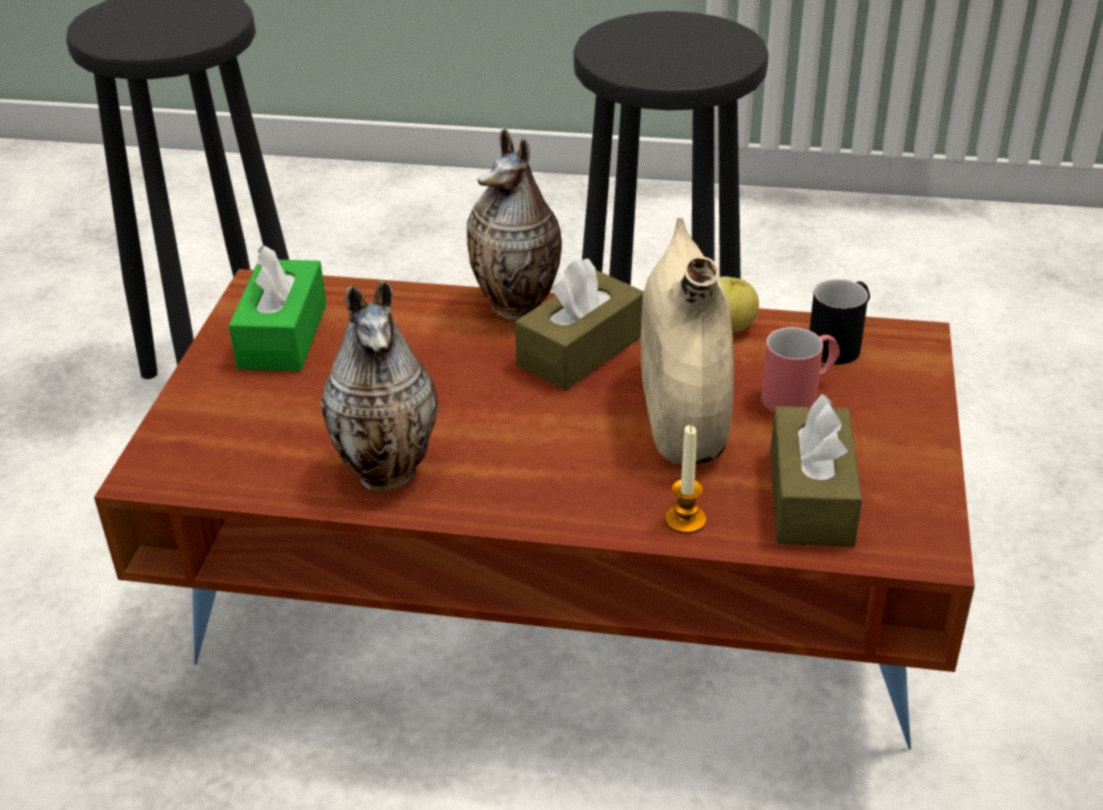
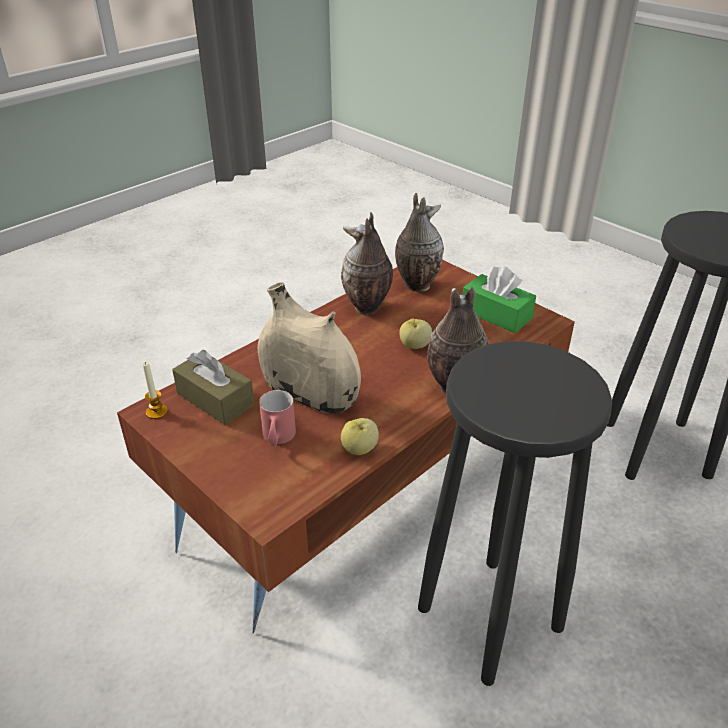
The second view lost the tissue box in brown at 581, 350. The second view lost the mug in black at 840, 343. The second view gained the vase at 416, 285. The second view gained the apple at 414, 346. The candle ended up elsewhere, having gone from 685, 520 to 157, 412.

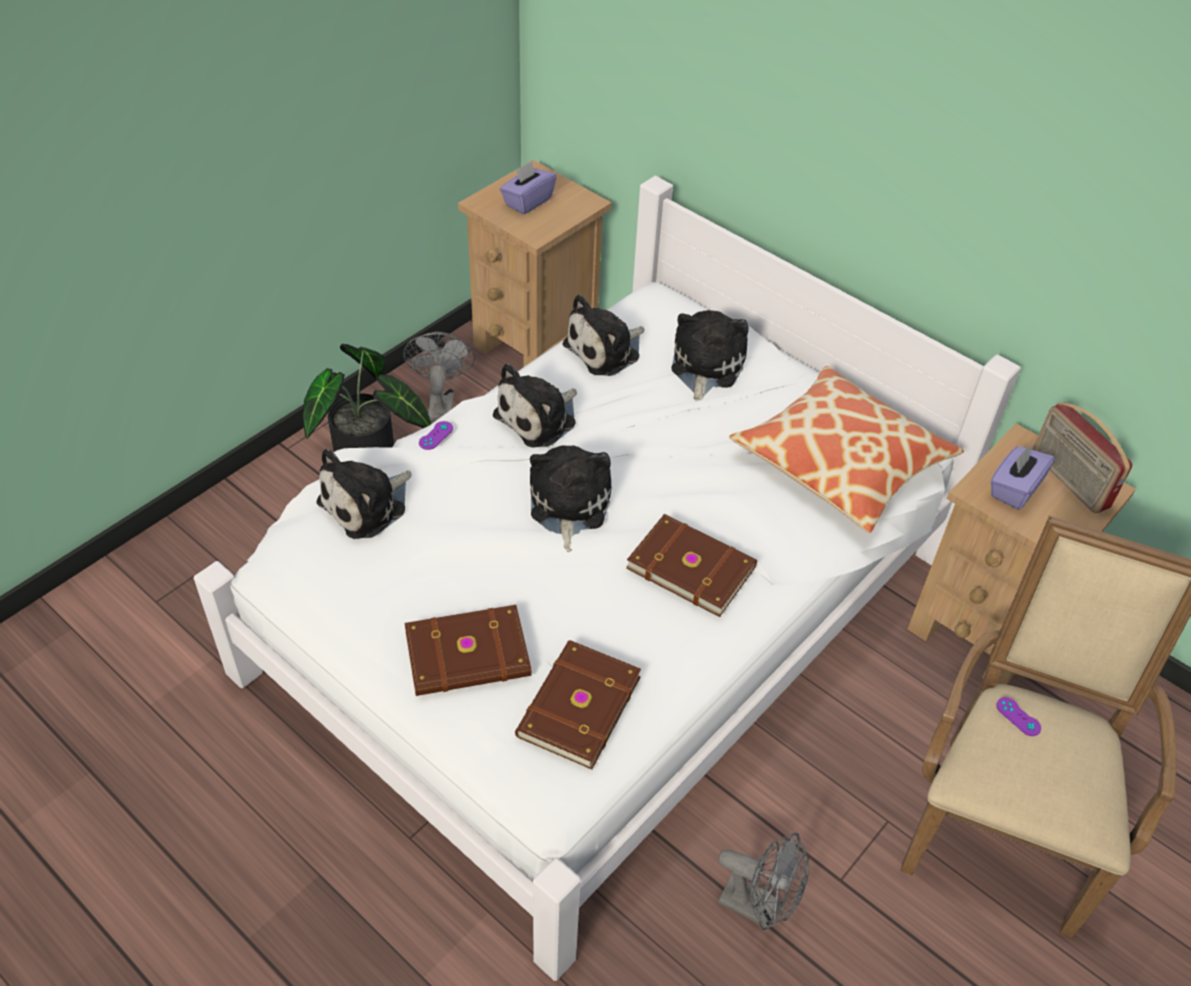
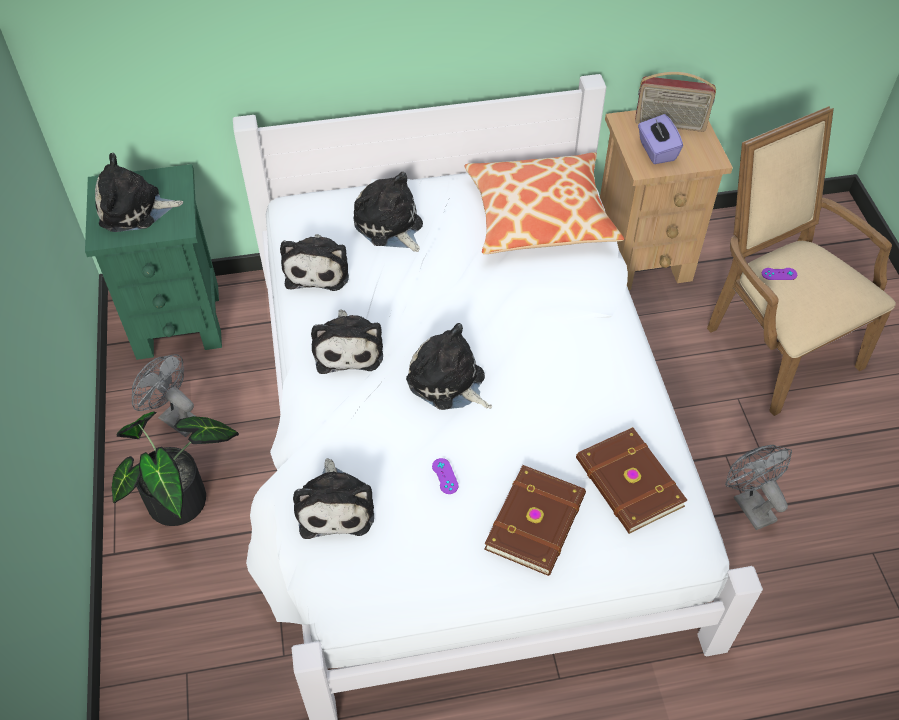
The second view lost the book in brown at 691, 566. The game controller in purple ended up elsewhere, having gone from 436, 435 to 445, 476. Where the tissue box in purple stood at 527, 201, the plush toy came to stand at 135, 209. What was the nightstand in beige at 534, 346 turned into the nightstand in green at 179, 322. The fan in grey at 758, 907 ended up facing another way, 90 degrees counterclockwise from before.

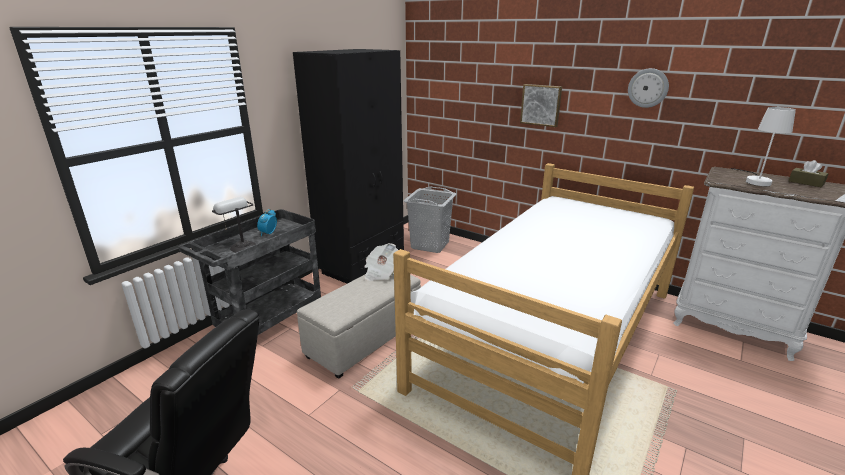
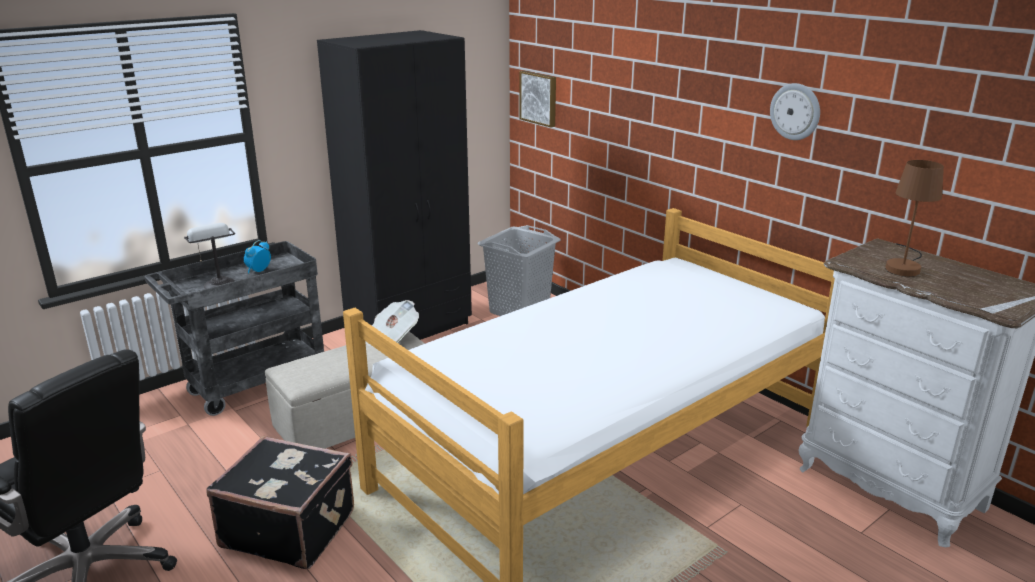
The second view lost the tissue box in brown at 806, 182. The second view gained the suitcase in black at 289, 528. The picture ended up elsewhere, having gone from 541, 105 to 539, 98. What was the table lamp in white at 756, 181 turned into the table lamp in brown at 904, 267.

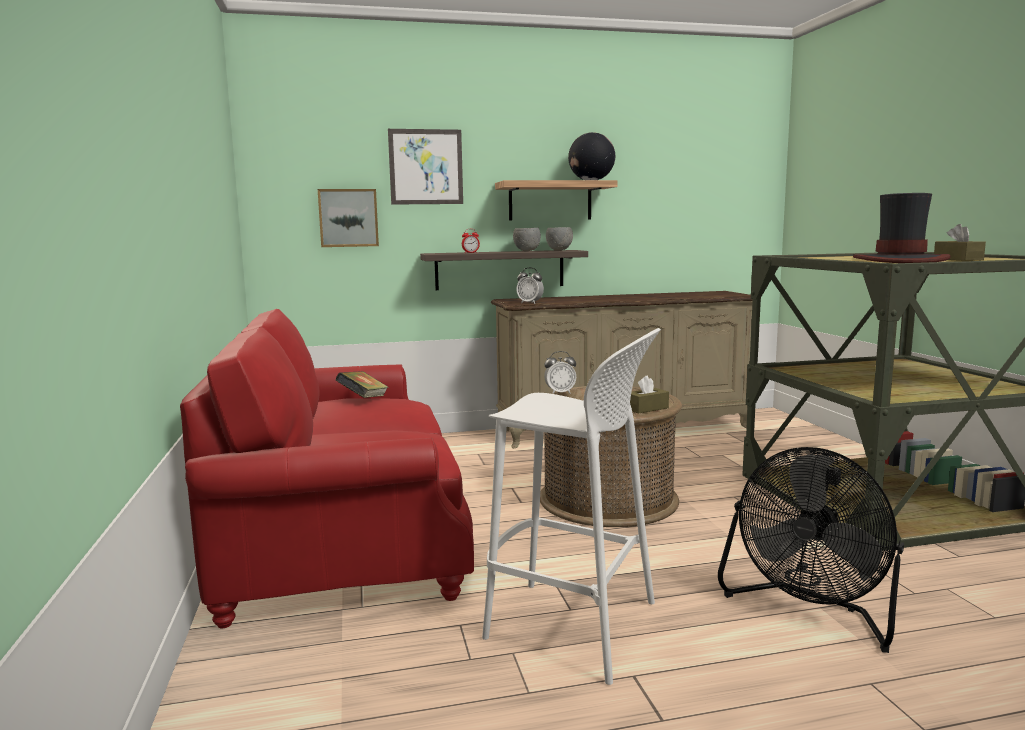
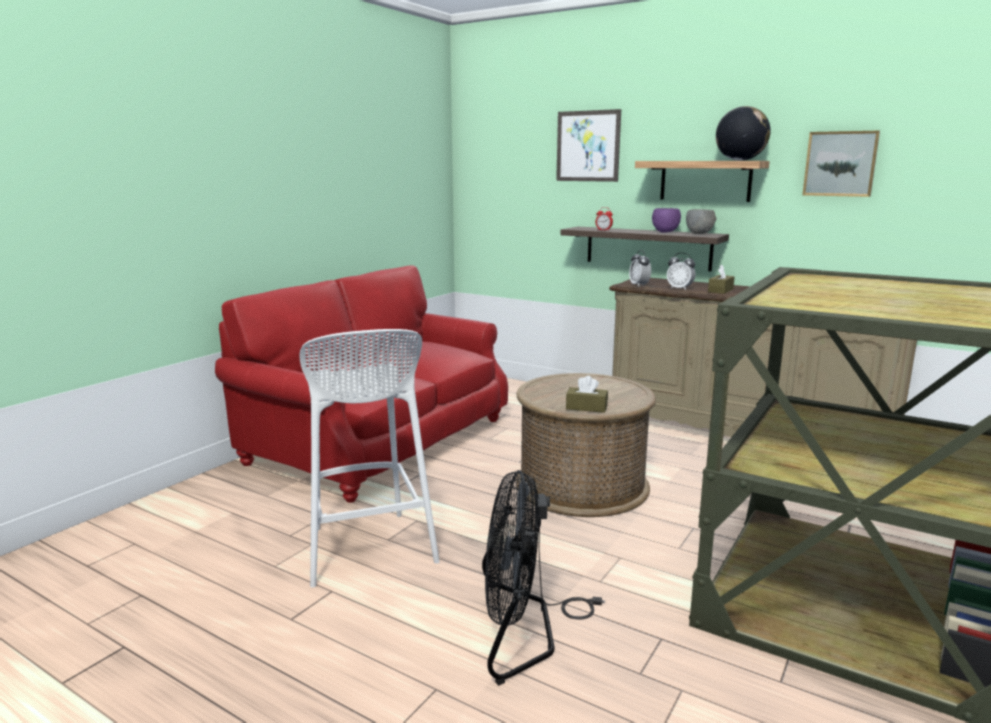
The second view lost the book at 363, 400. The second view lost the hat at 900, 261. The picture ended up elsewhere, having gone from 348, 218 to 840, 164. The alarm clock ended up elsewhere, having gone from 560, 393 to 680, 289. The tissue box in brown ended up elsewhere, having gone from 958, 259 to 720, 290. What was the bowl in grey at 526, 251 turned into the bowl in purple at 665, 232.

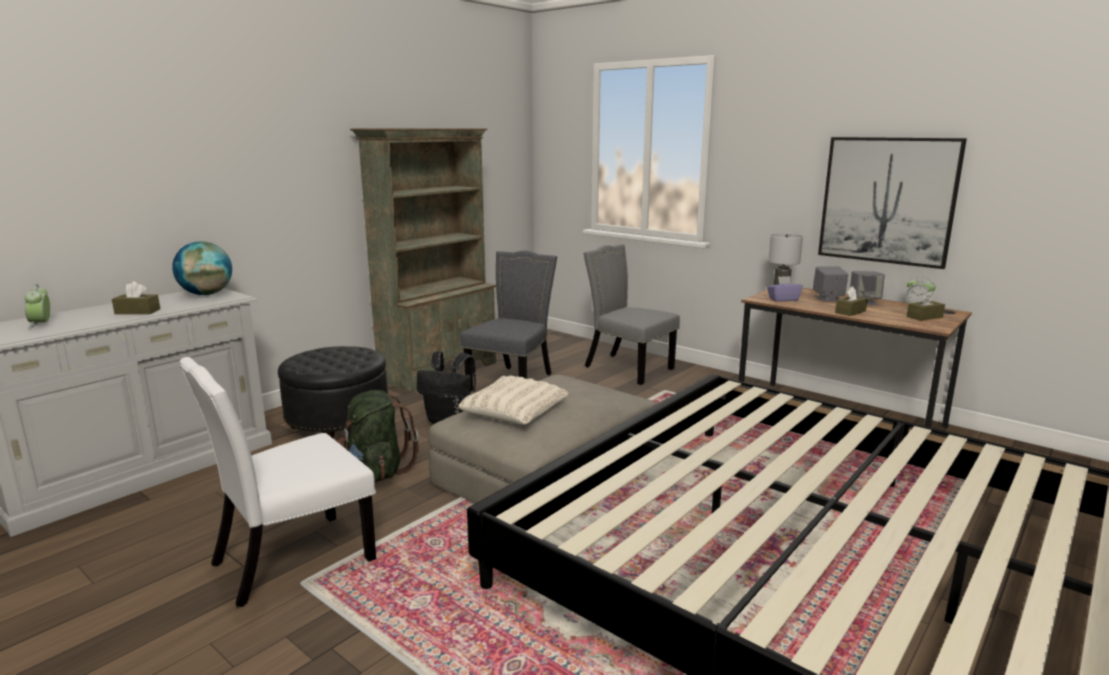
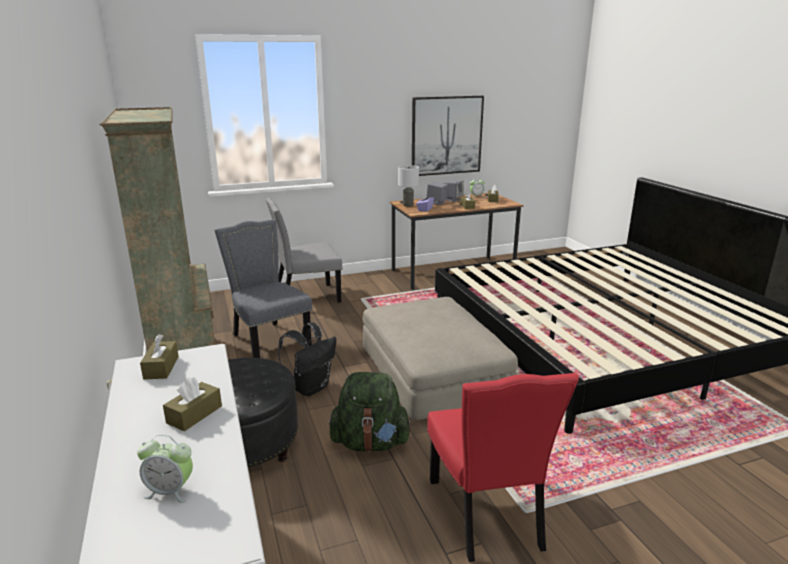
The second view lost the pillow in beige at 513, 411. Where the globe stood at 206, 294, the tissue box in brown came to stand at 161, 367. What was the chair in white at 296, 558 turned into the chair in red at 486, 510.

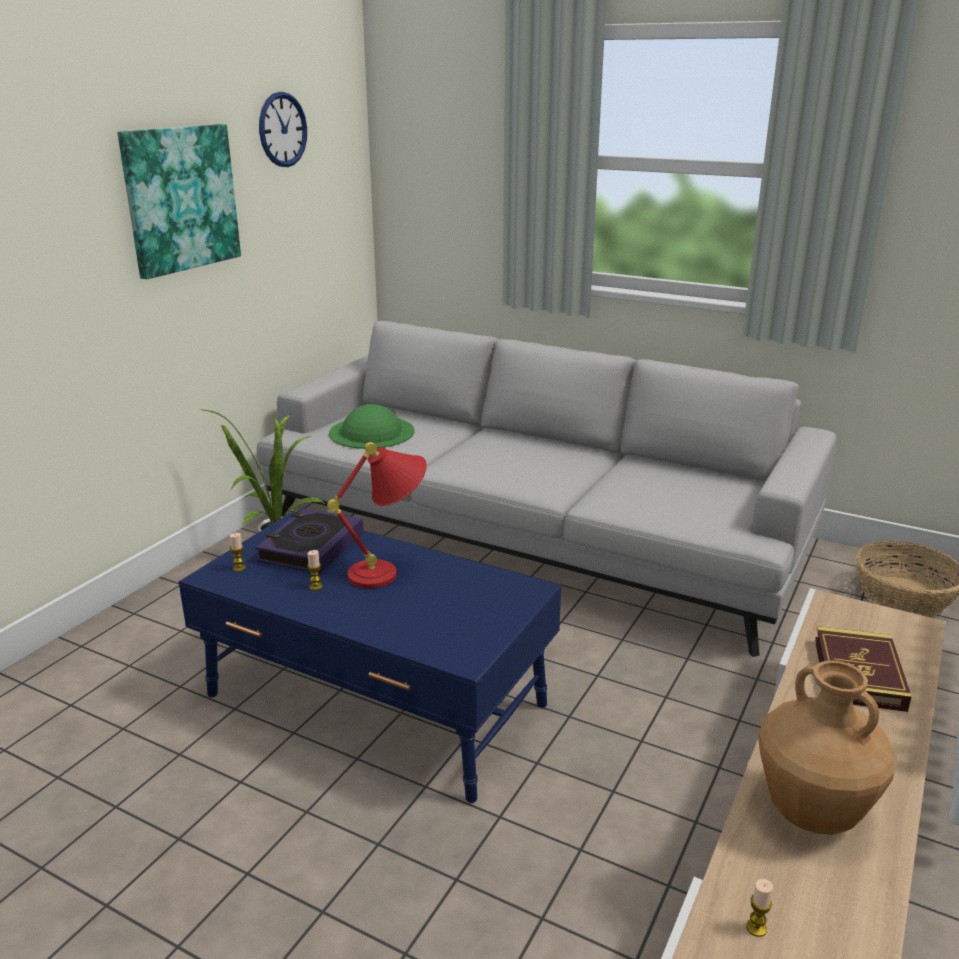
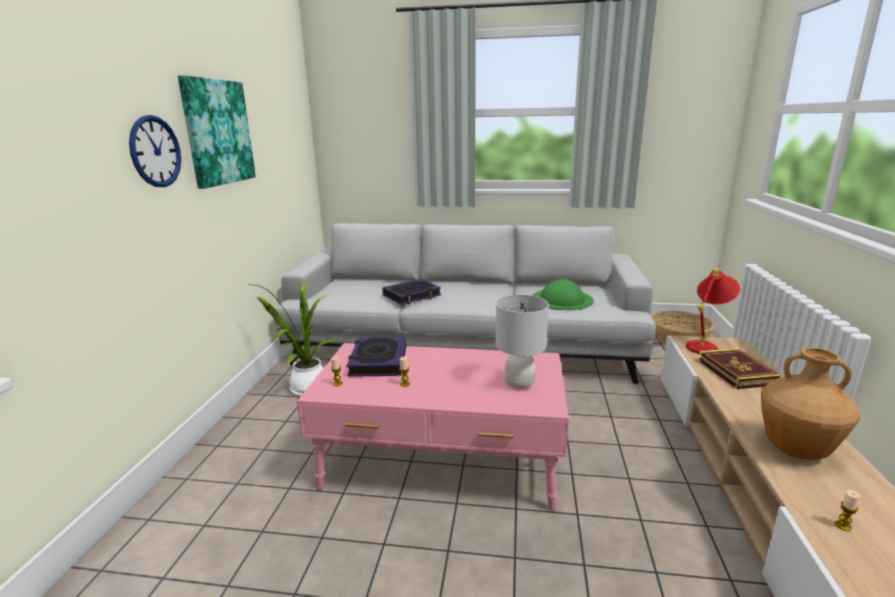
The second view gained the book at 412, 295. The second view gained the table lamp in grey at 520, 385. The wall clock ended up elsewhere, having gone from 282, 130 to 155, 151. The table lamp in red ended up elsewhere, having gone from 390, 572 to 706, 345. The hat in green ended up elsewhere, having gone from 372, 432 to 562, 299. What was the coffee table in blue at 377, 701 turned into the coffee table in pink at 442, 461.

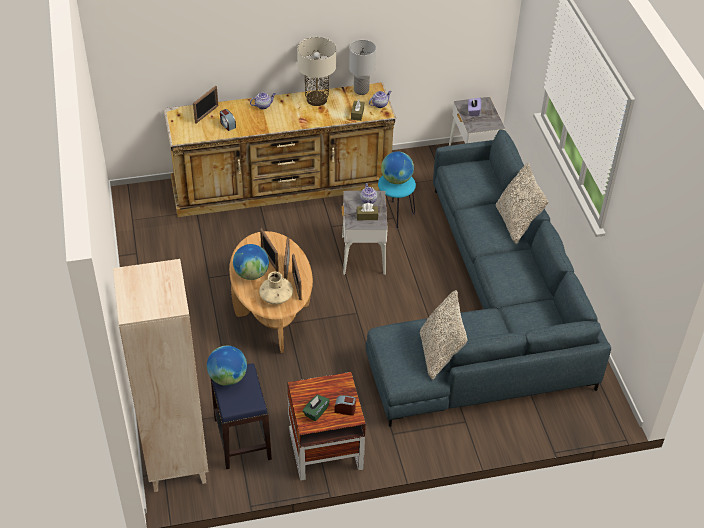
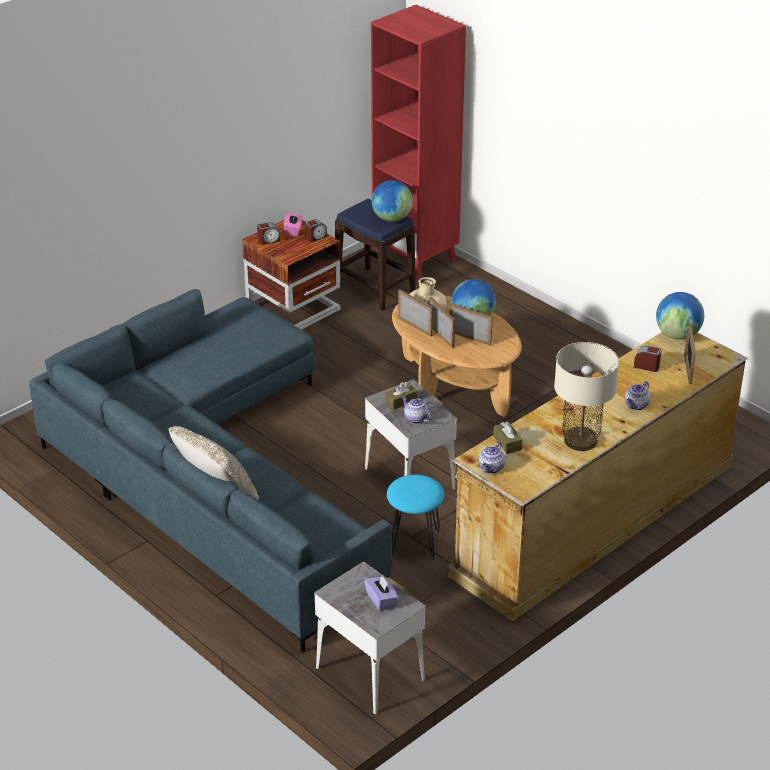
The second view lost the table lamp in grey at 361, 91. The second view lost the pillow in beige at 440, 353. The second view gained the alarm clock at 315, 237. The globe ended up elsewhere, having gone from 396, 180 to 677, 335. What was the bookcase in beige at 176, 461 turned into the bookcase in red at 416, 258. What was the tissue box in green at 316, 412 turned into the tissue box in pink at 293, 231.

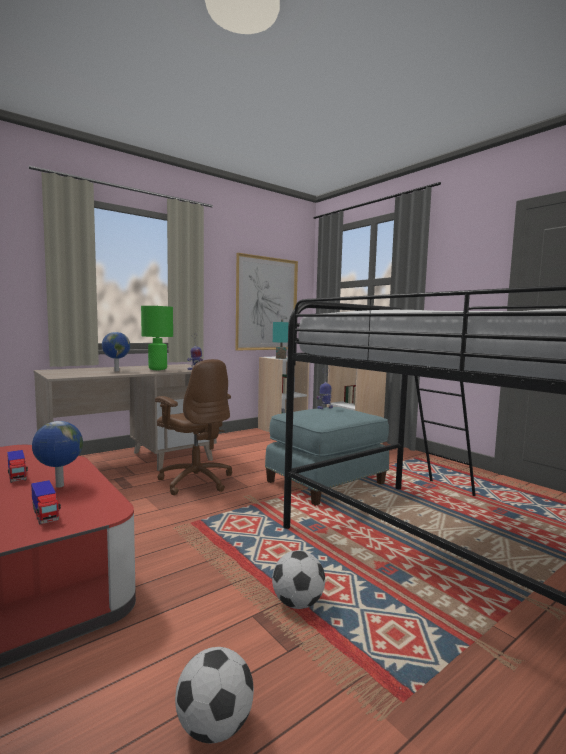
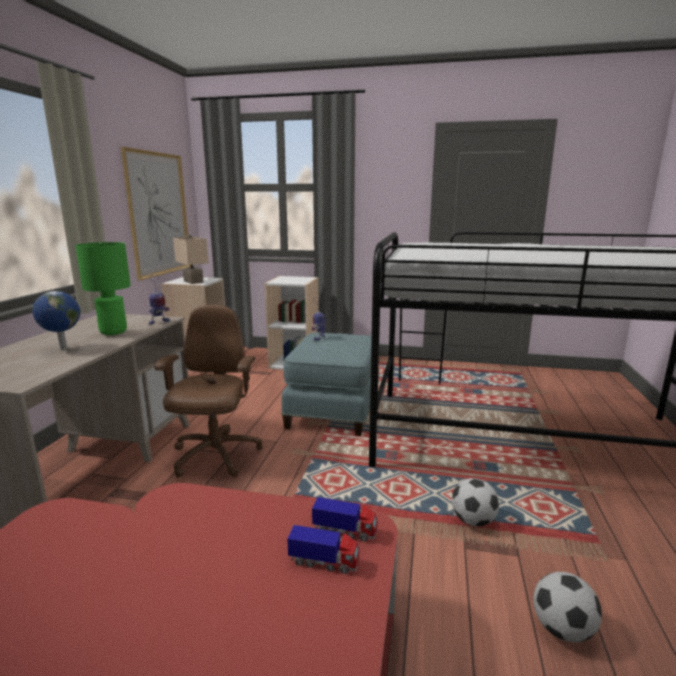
The second view lost the globe at 59, 486. The toy truck ended up elsewhere, having gone from 17, 476 to 345, 531. What was the table lamp in turquoise at 280, 358 turned into the table lamp in beige at 192, 282. The office chair in brown at 195, 481 ended up facing another way, 90 degrees counterclockwise from before.

